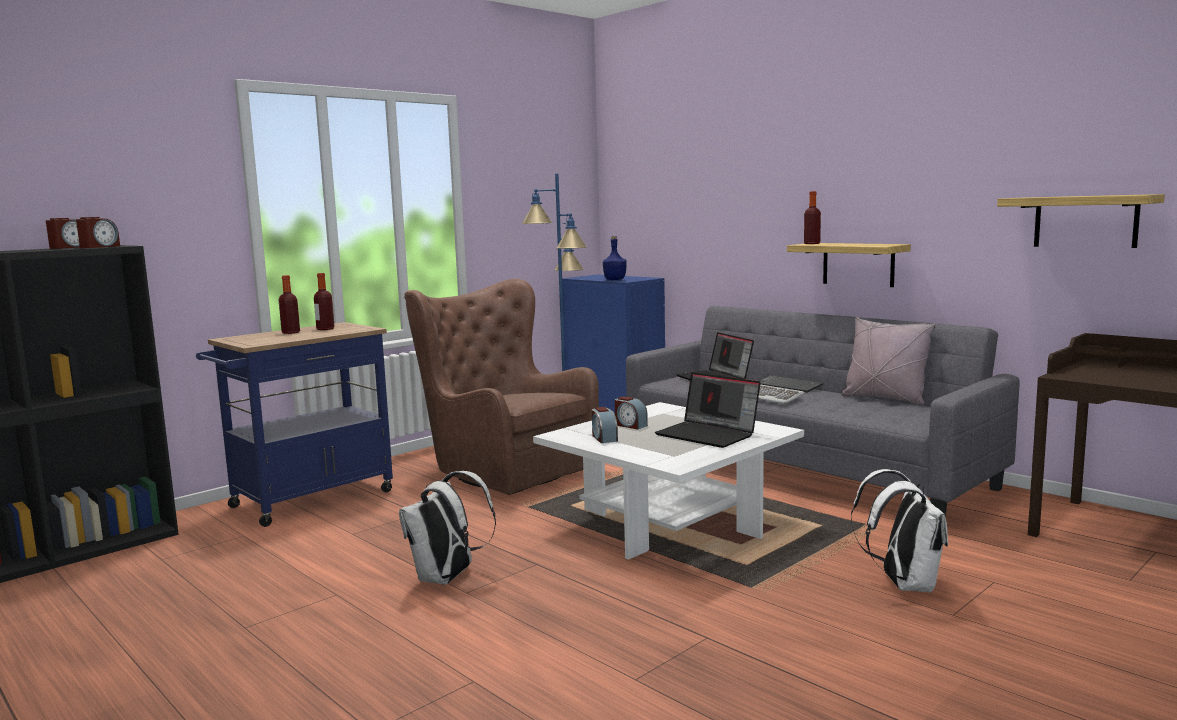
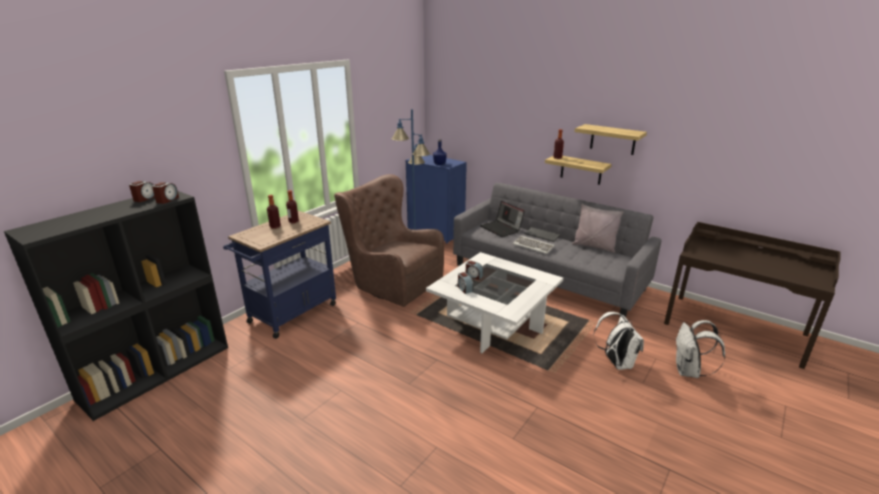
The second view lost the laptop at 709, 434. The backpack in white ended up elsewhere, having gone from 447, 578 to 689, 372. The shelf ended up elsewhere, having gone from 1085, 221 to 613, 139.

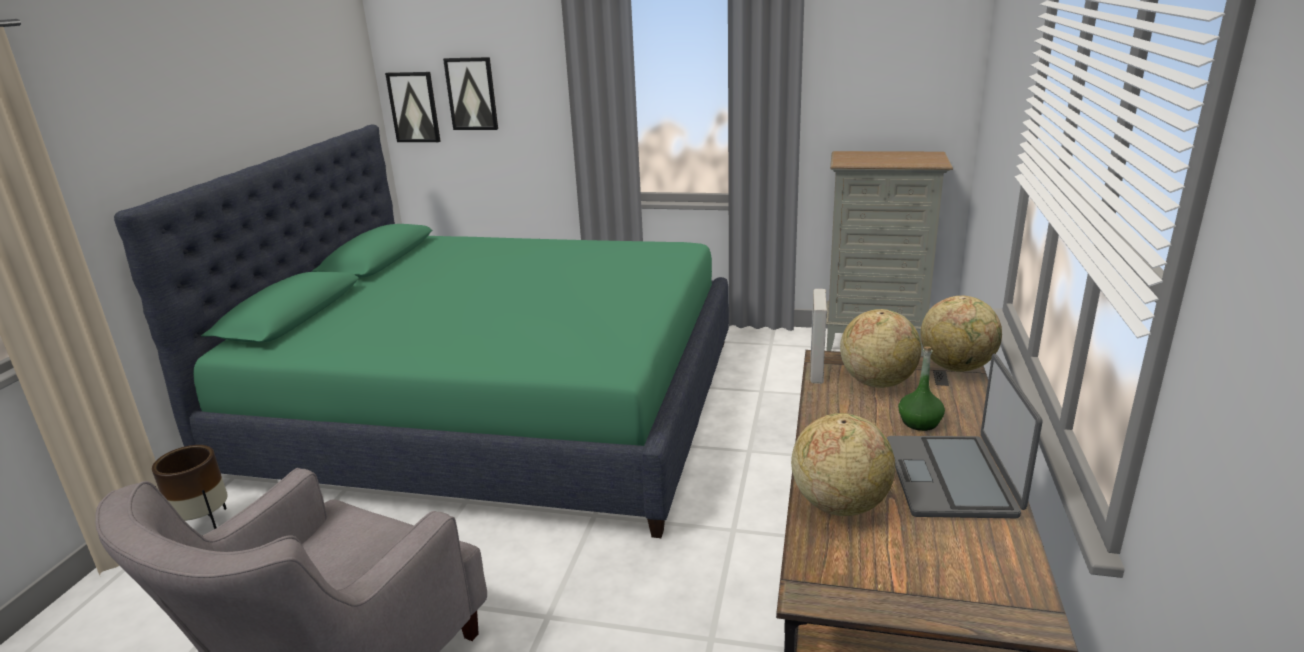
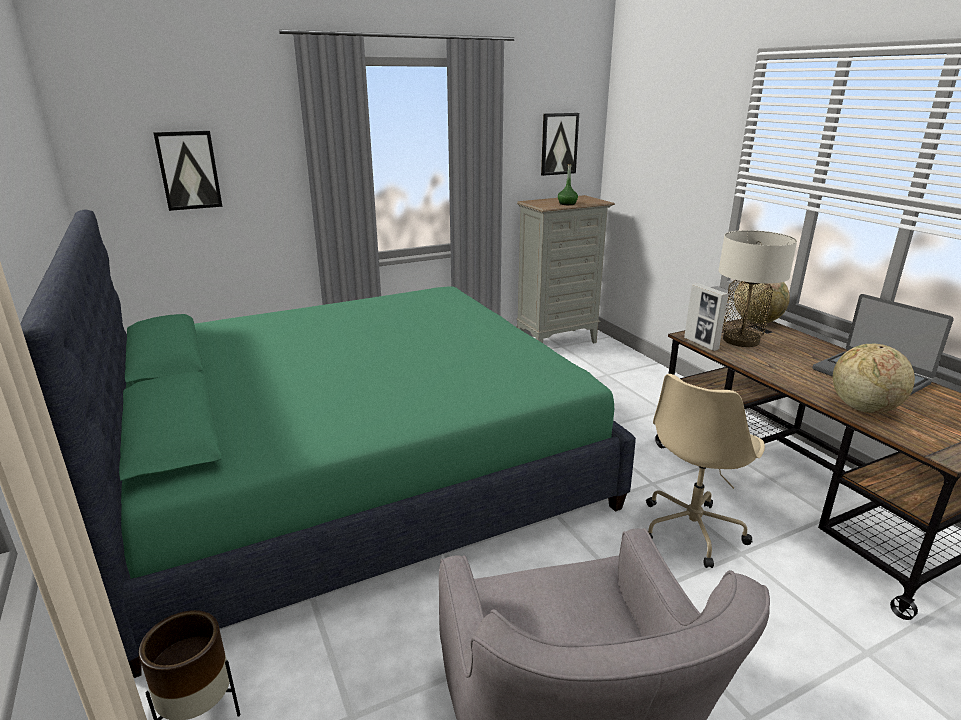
The second view gained the office chair in beige at 690, 532. The picture ended up elsewhere, having gone from 414, 107 to 559, 144. The bottle in green ended up elsewhere, having gone from 919, 422 to 567, 204. Where the globe stood at 877, 382, the table lamp came to stand at 741, 340.

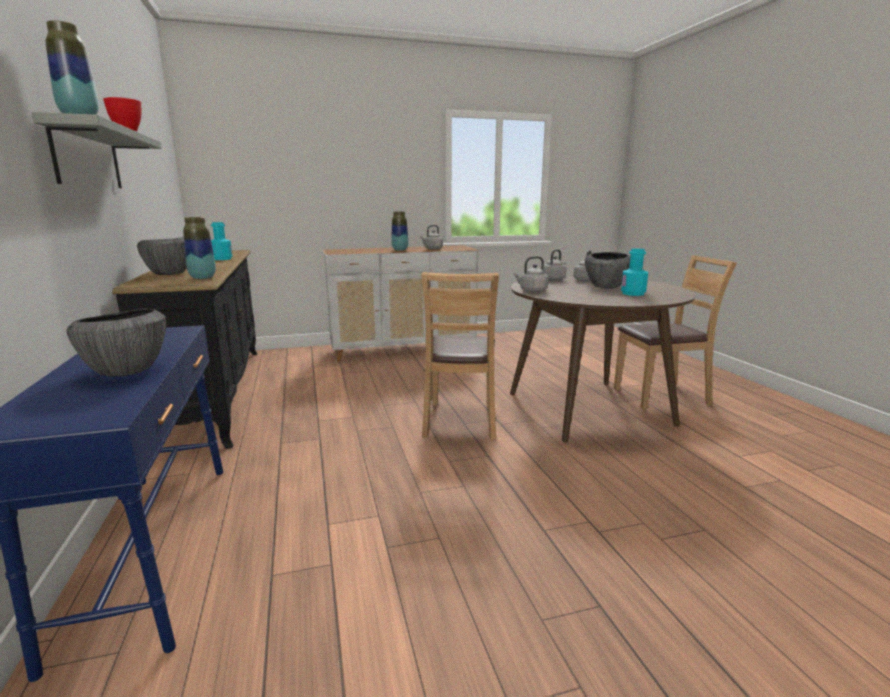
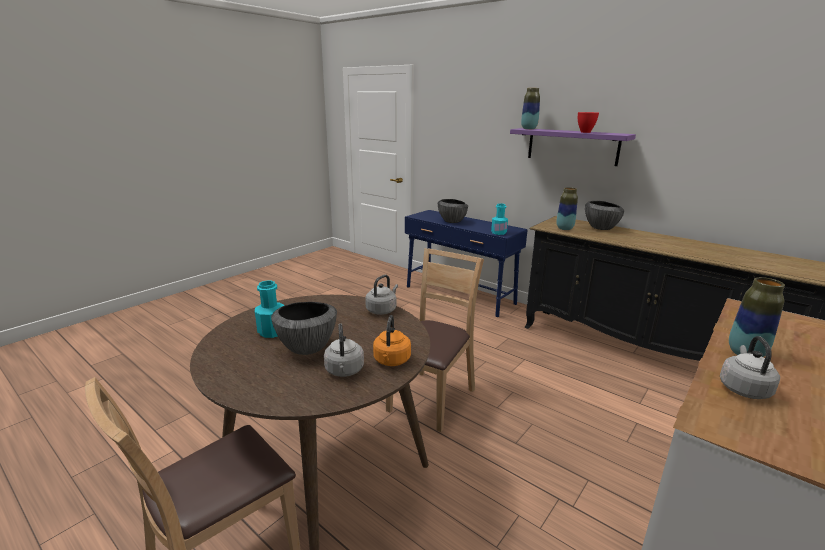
The bottle in turquoise ended up elsewhere, having gone from 222, 259 to 498, 233. What was the shelf in grey at 88, 158 turned into the shelf in purple at 572, 146. What was the kettle in grey at 554, 279 turned into the kettle in orange at 391, 361. The chair in brown at 460, 421 ended up facing another way, 60 degrees clockwise from before.

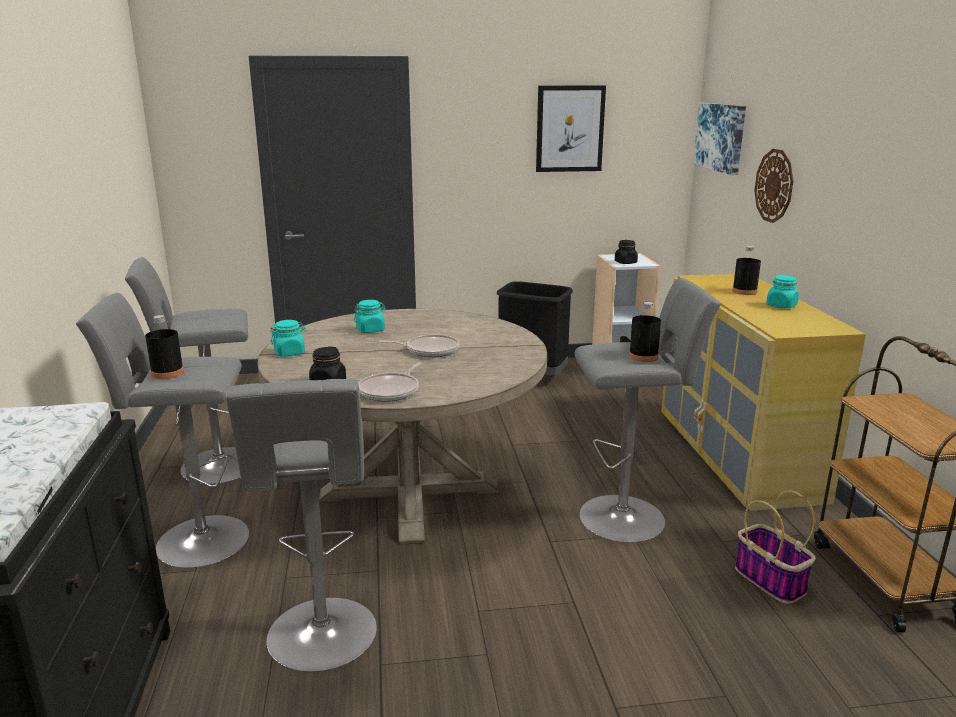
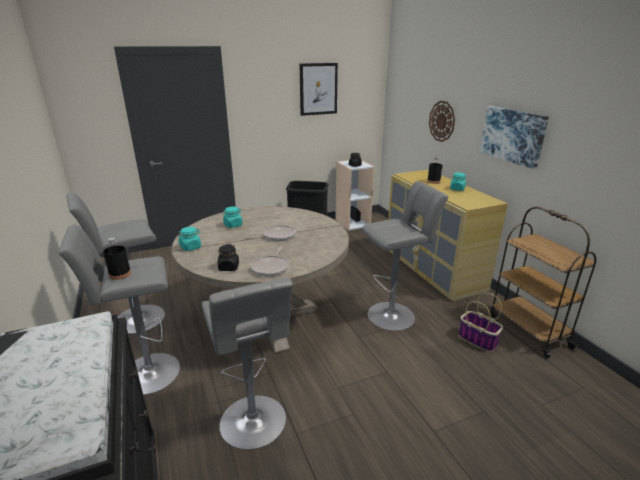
The second view lost the bottle in black at 643, 356. The picture ended up elsewhere, having gone from 721, 137 to 513, 135.

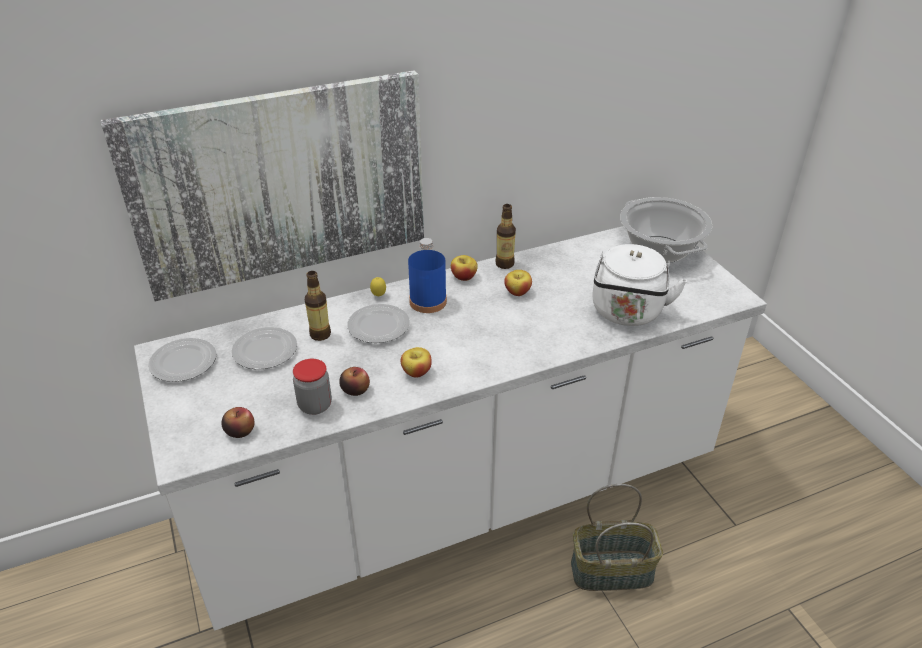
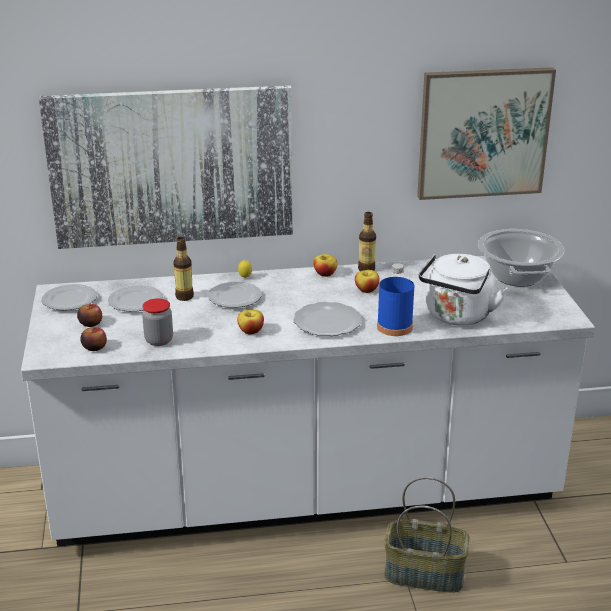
The second view gained the plate at 328, 322. The second view gained the picture at 483, 133. The apple ended up elsewhere, having gone from 355, 389 to 90, 323. The bottle in blue ended up elsewhere, having gone from 428, 301 to 394, 327.

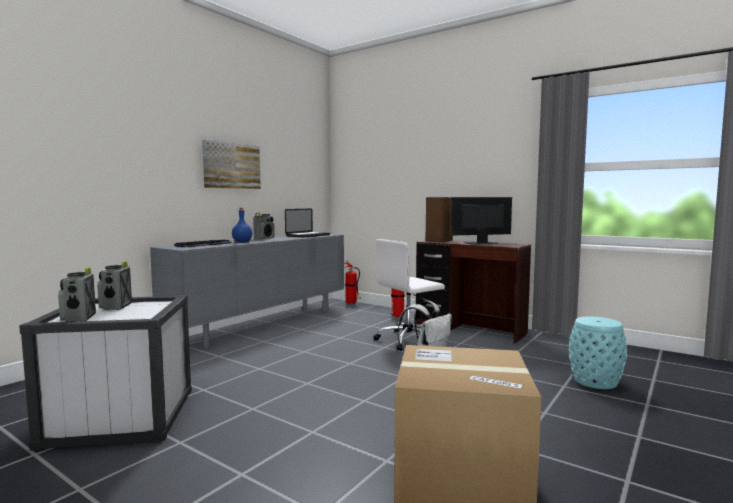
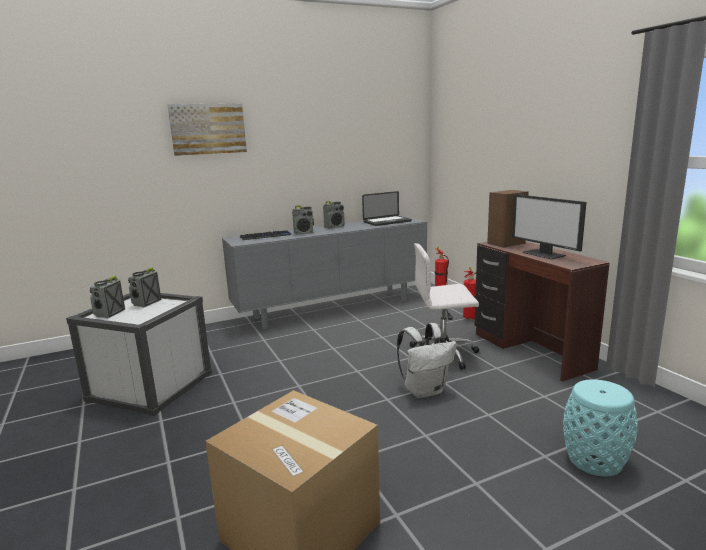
The picture ended up elsewhere, having gone from 231, 166 to 208, 129. Where the bottle in blue stood at 242, 242, the radio came to stand at 304, 233. The monitor at 481, 243 ended up facing another way, 135 degrees counterclockwise from before.

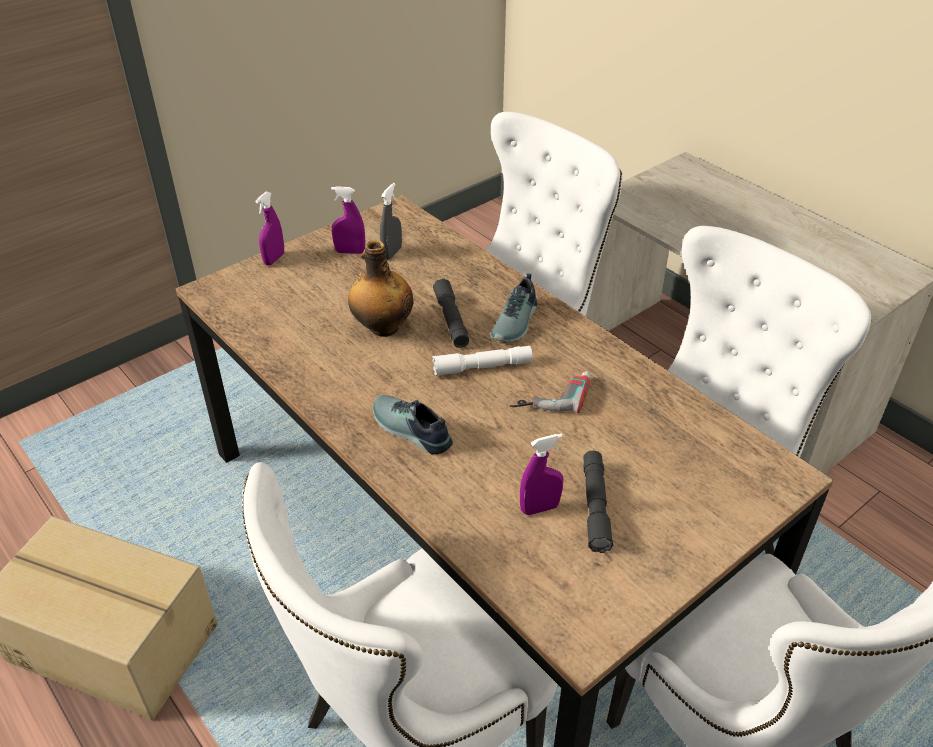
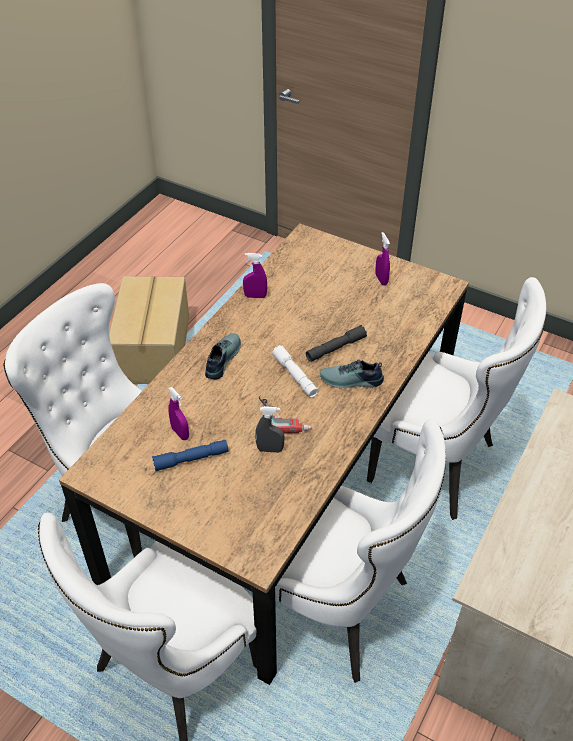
The second view lost the bottle at 382, 327. The spray bottle in purple ended up elsewhere, having gone from 274, 259 to 255, 296. The spray bottle in grey ended up elsewhere, having gone from 392, 253 to 270, 449. What was the flashlight in grey at 595, 506 turned into the flashlight in blue at 191, 459.

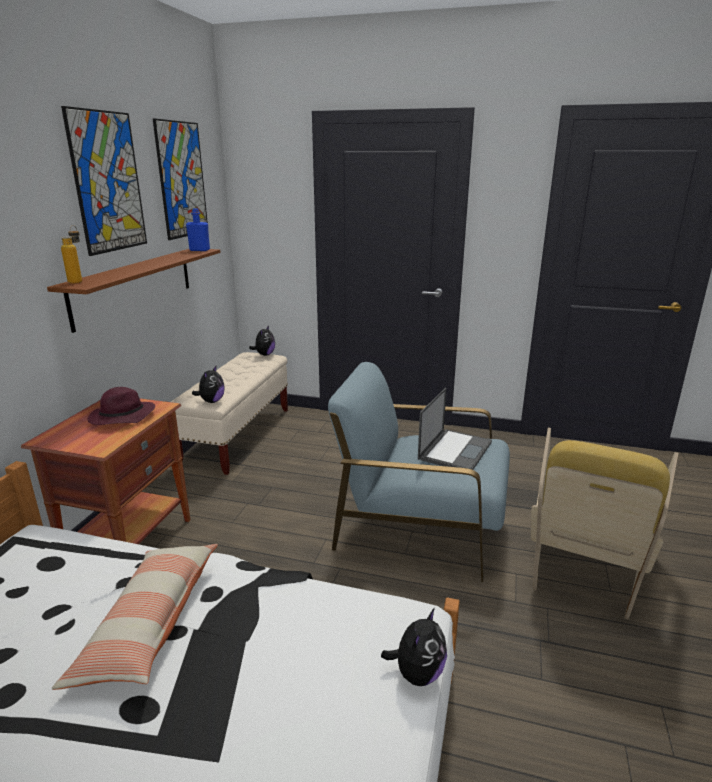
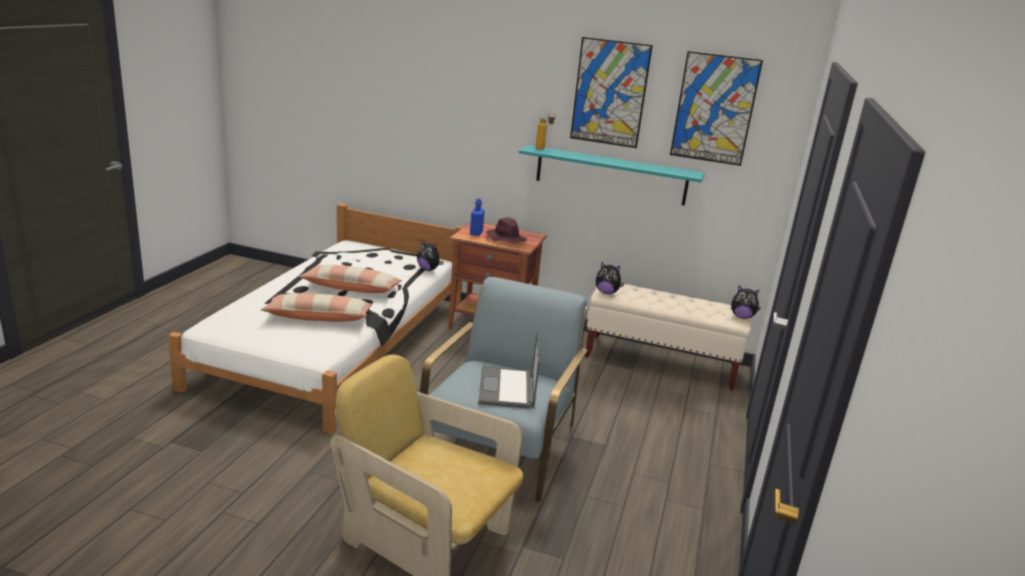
The second view gained the pillow at 318, 318. The bottle in blue ended up elsewhere, having gone from 199, 250 to 476, 233. The plush toy ended up elsewhere, having gone from 417, 673 to 428, 269. What was the shelf in brown at 135, 285 turned into the shelf in turquoise at 611, 175. The laptop at 455, 450 ended up facing another way, 60 degrees clockwise from before.

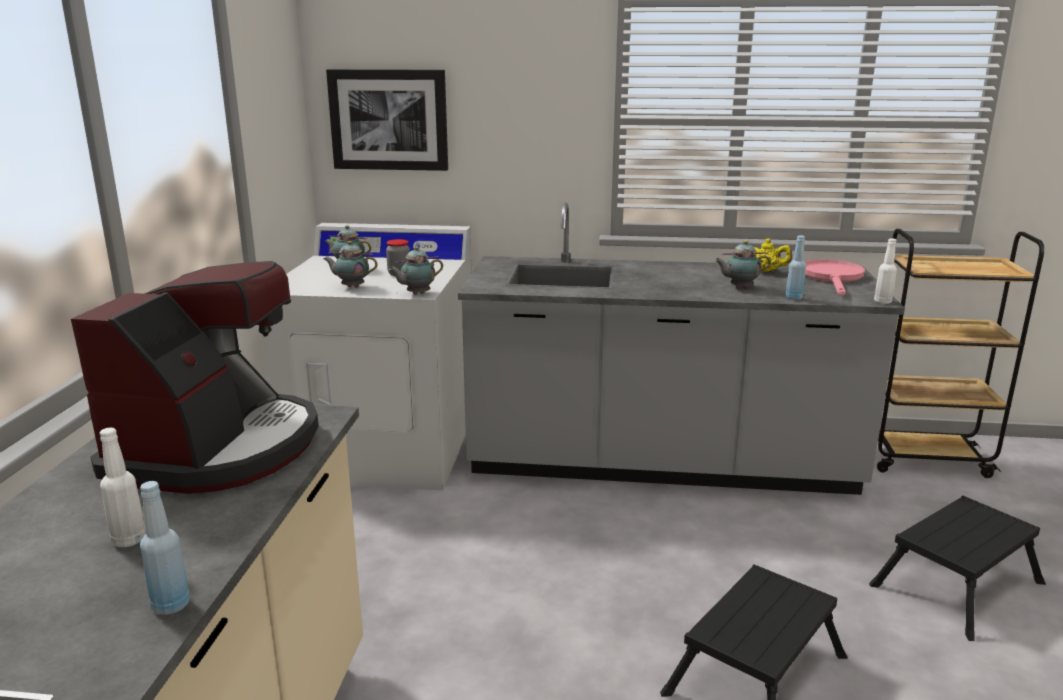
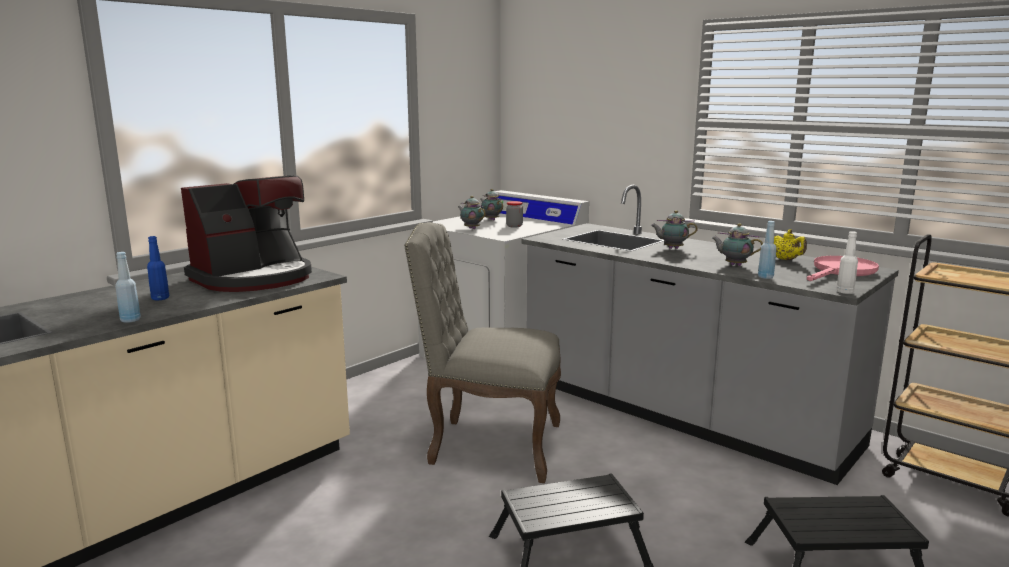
The second view lost the picture at 389, 120. The second view gained the chair in grey at 492, 446. The teapot ended up elsewhere, having gone from 416, 294 to 672, 248. What was the bottle in white at 128, 540 turned into the bottle in blue at 160, 298.

